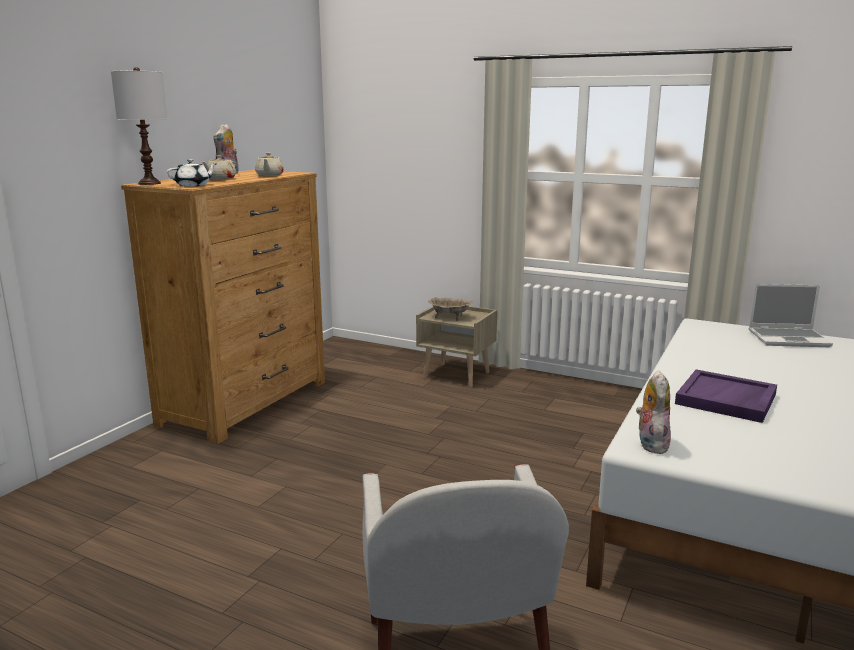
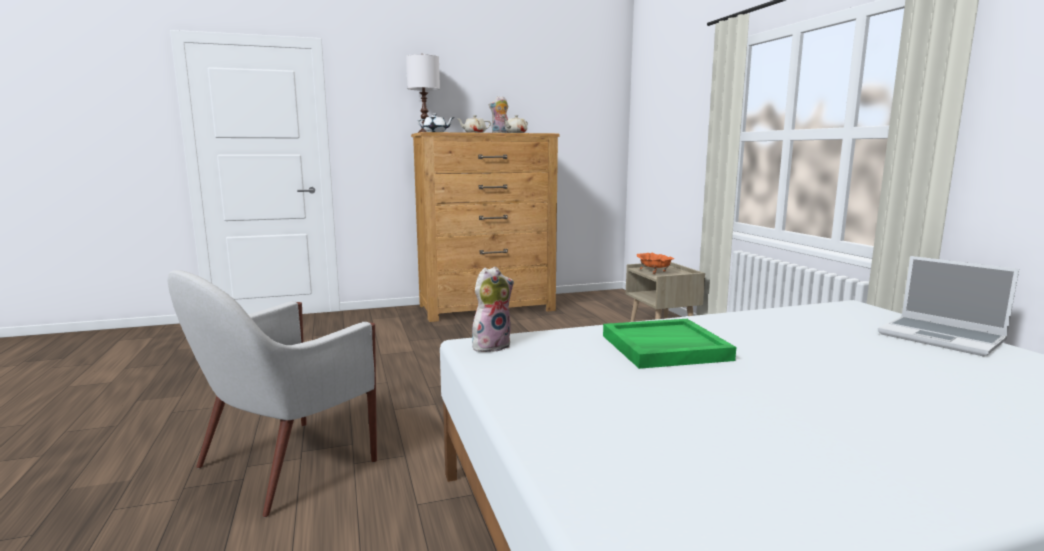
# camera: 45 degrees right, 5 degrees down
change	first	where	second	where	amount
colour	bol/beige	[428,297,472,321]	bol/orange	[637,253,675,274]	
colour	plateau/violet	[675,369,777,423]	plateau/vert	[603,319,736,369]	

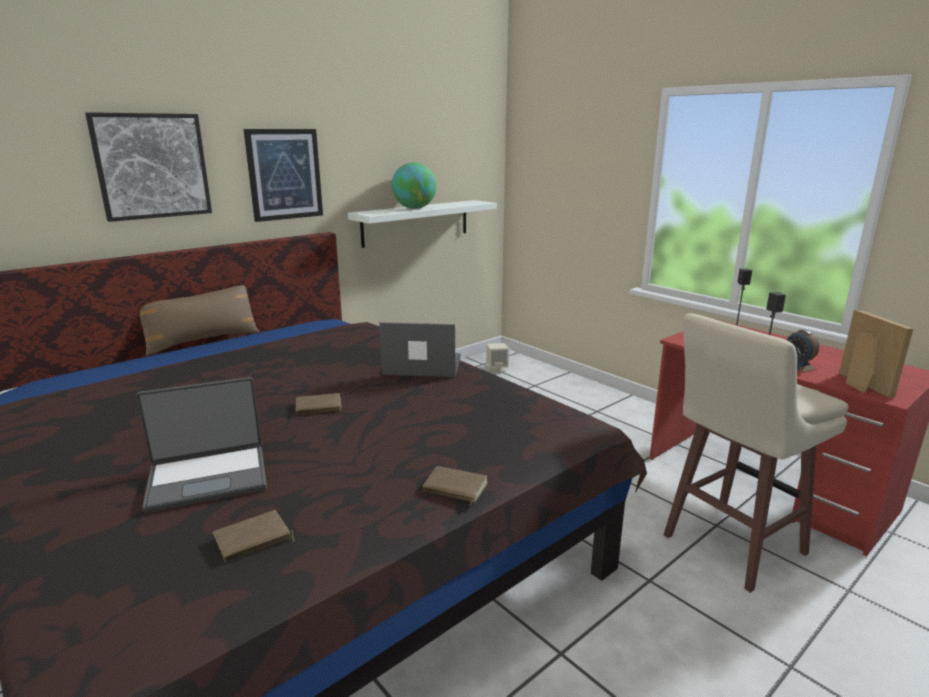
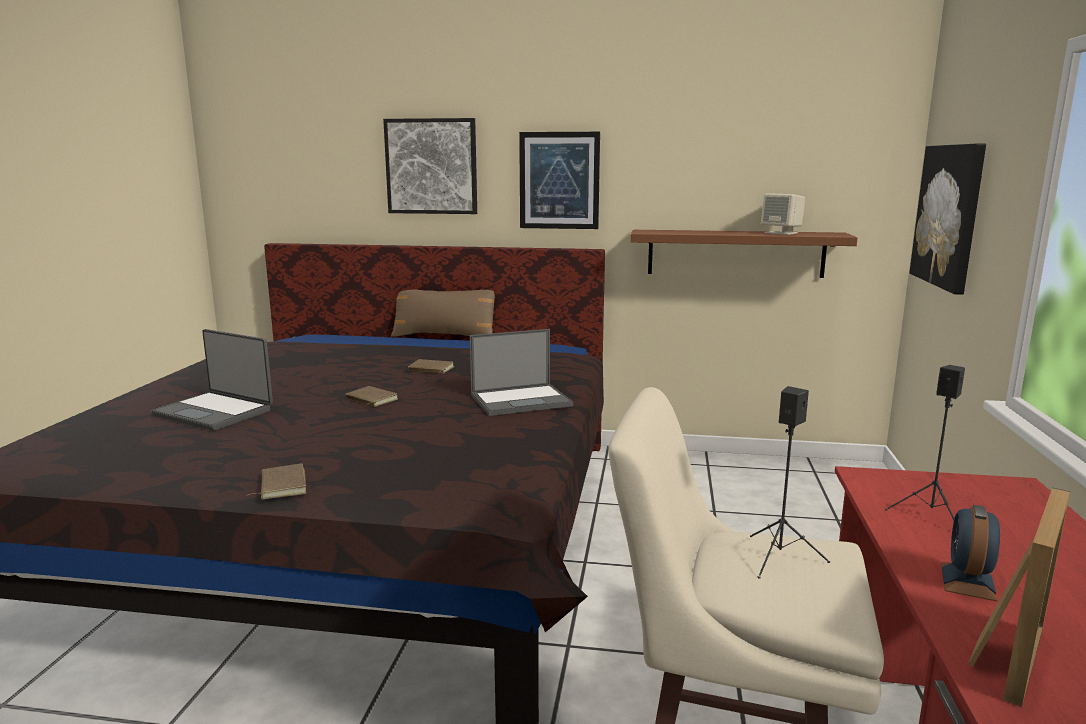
# camera: 50 degrees right, 5 degrees down
change	first	where	second	where	amount
missing	globe	[392,162,437,209]			
appeared			tableau	[909,144,986,295]	
relocated	livre/marron	[212,510,295,562]		[408,359,454,374]	
relocated	enceinte/beige	[486,343,509,372]		[761,193,805,235]	
colour	étagère/blanc	[348,200,497,248]	étagère/marron	[631,230,858,278]	
spun	ordinateur portable	[379,322,461,377]		[470,329,573,416]	105 degrees clockwise

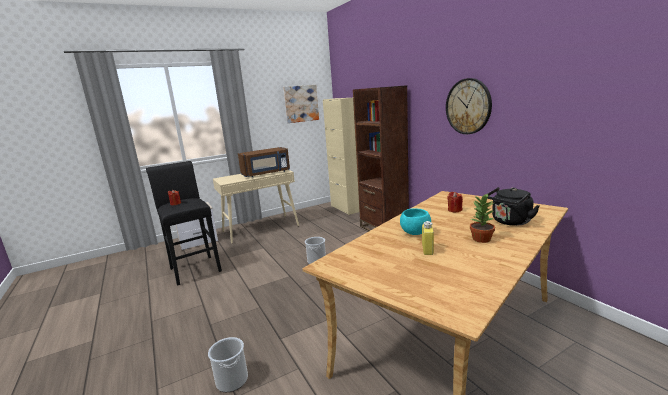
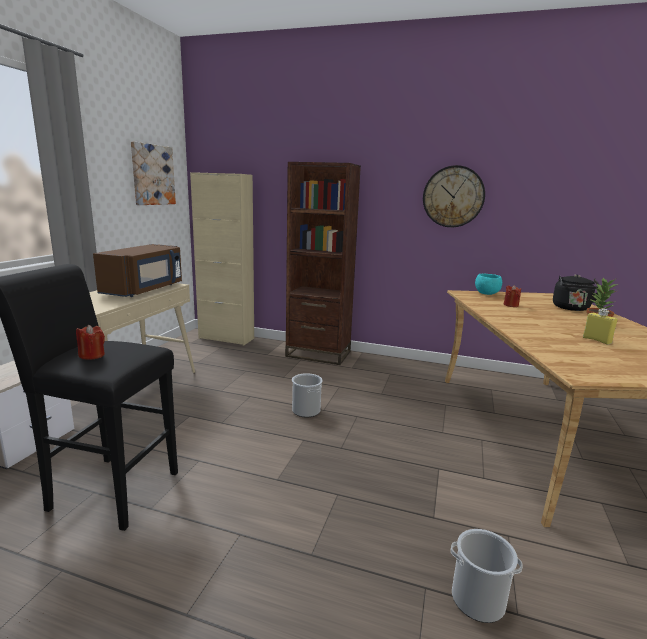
# camera: 45 degrees left, 0 degrees up
change	first	where	second	where	amount
relocated	bol/turquoise	[400,208,431,235]		[475,274,502,295]	

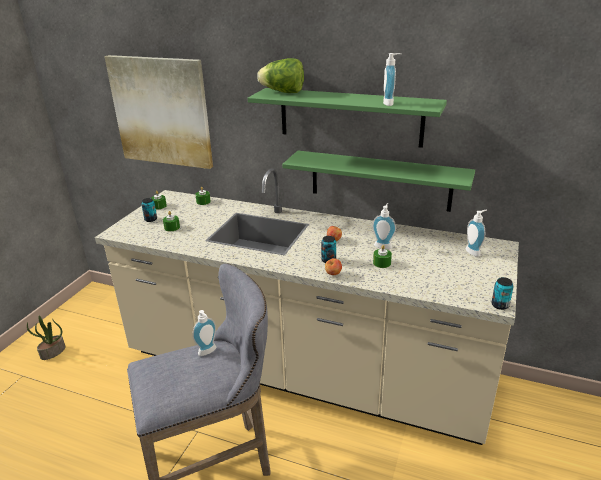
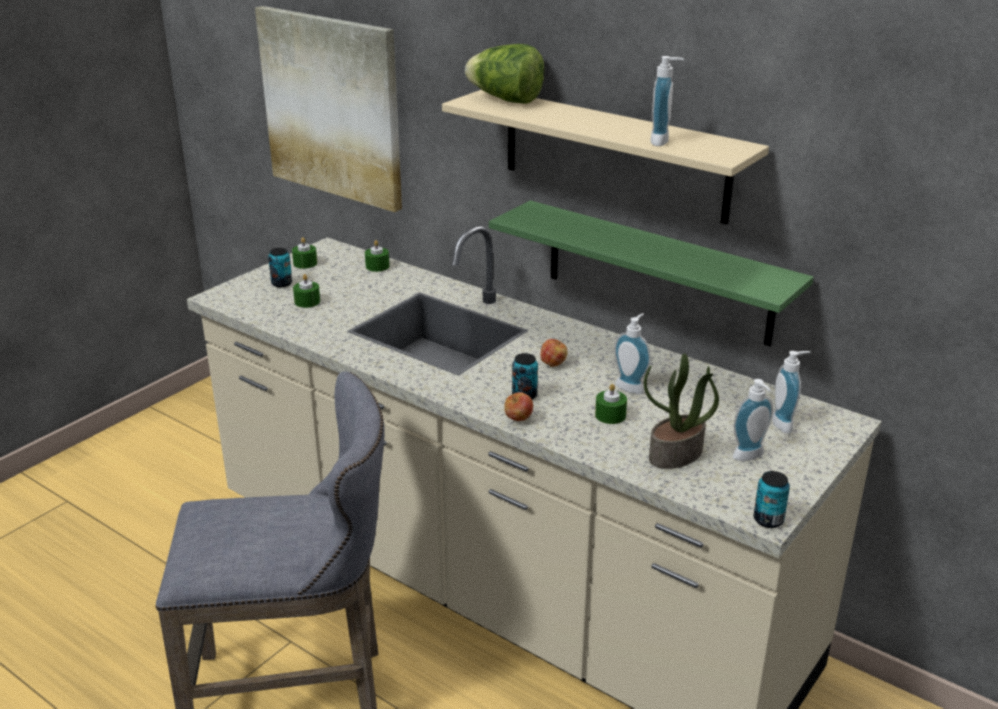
# camera: 15 degrees right, 0 degrees up
change	first	where	second	where	amount
relocated	plante en pot	[27,315,66,360]		[644,353,719,469]	
relocated	distributeur de savon	[193,310,216,356]		[733,379,773,461]	
colour	étagère/vert	[248,88,447,148]	étagère/beige	[442,90,769,225]	

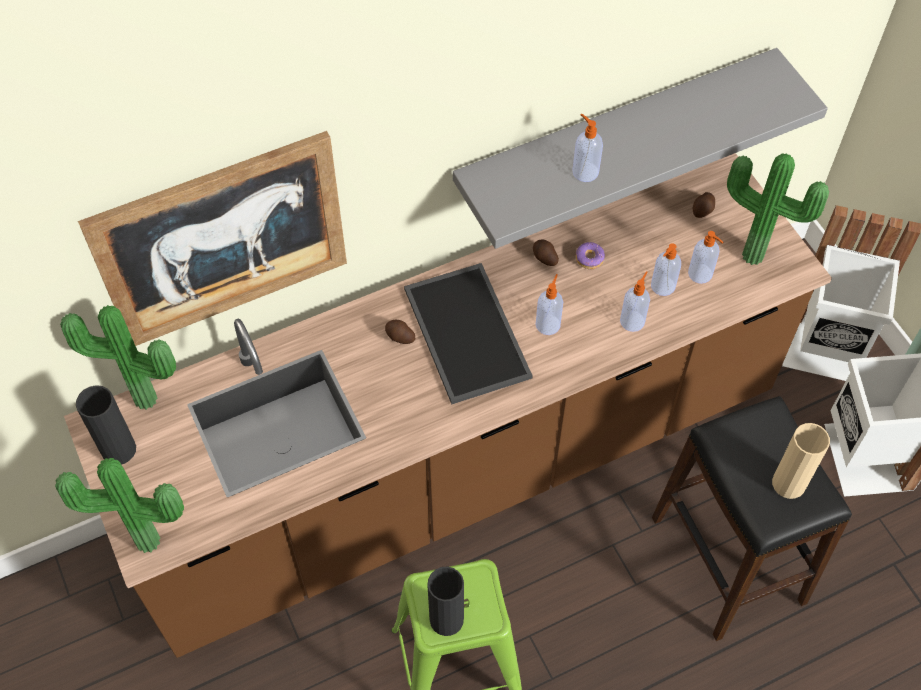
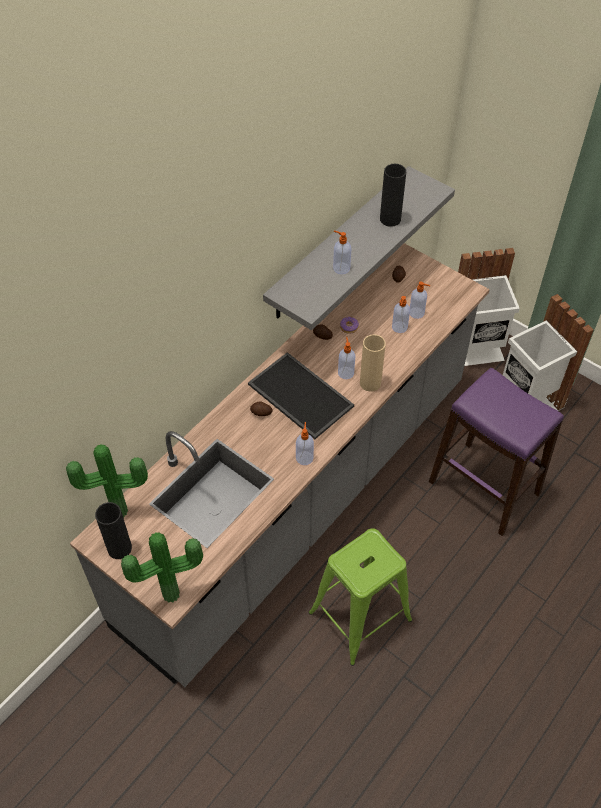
# camera: 25 degrees left, 5 degrees down
change	first	where	second	where	amount
missing	tableau	[78,131,347,346]			
missing	plante en pot	[727,153,829,265]			
relocated	vase/noir	[427,567,464,636]		[380,164,406,227]	
relocated	distributeur de savon	[620,271,650,332]		[296,422,314,465]	
relocated	vase/beige	[772,423,830,499]		[360,334,386,392]	
colour	comptoir de cuisine/marron	[64,153,832,658]	comptoir de cuisine/gris	[70,243,490,687]	
colour	tabouret/noir	[652,396,852,641]	tabouret/violet	[429,368,564,536]	

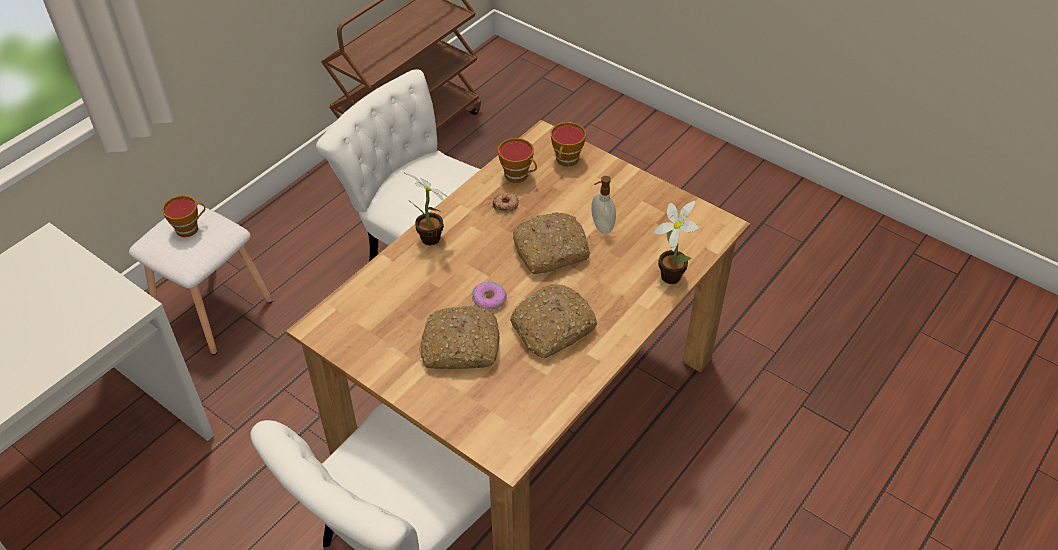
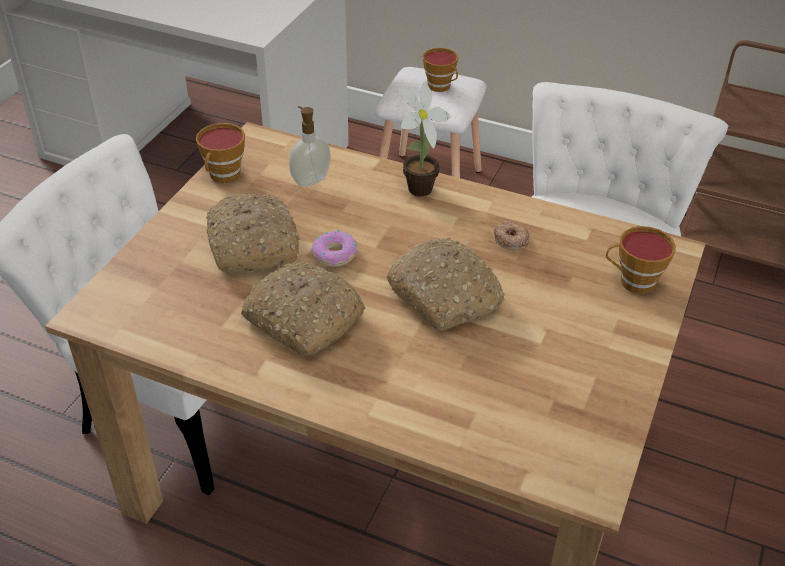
# camera: 75 degrees right, 5 degrees down
change	first	where	second	where	amount
missing	plante en pot	[654,201,699,284]			
relocated	tasse	[498,138,537,183]		[196,123,245,183]	
relocated	distributeur de savon	[591,176,616,234]		[289,106,331,187]	

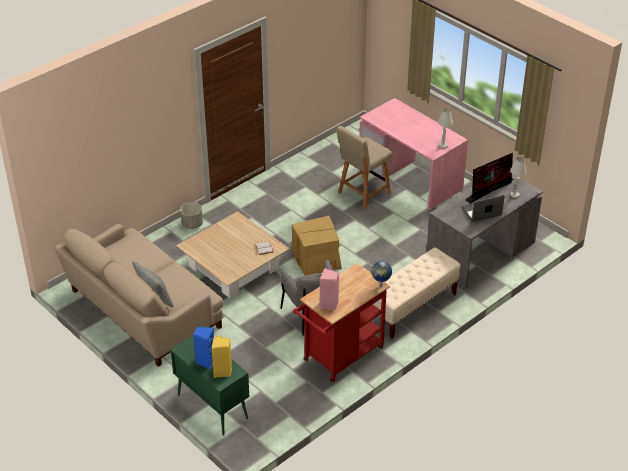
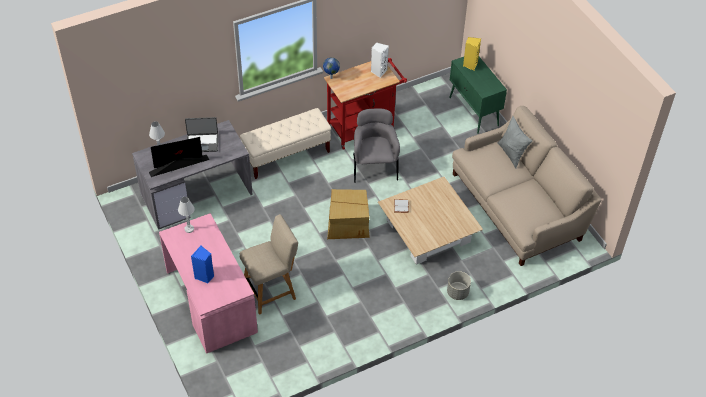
# camera: 165 degrees left, 10 degrees up
change	first	where	second	where	amount
relocated	enceinte/bleu	[193,327,214,369]		[191,245,214,283]	
colour	enceinte/rose	[320,268,339,310]	enceinte/blanc	[371,42,389,78]	

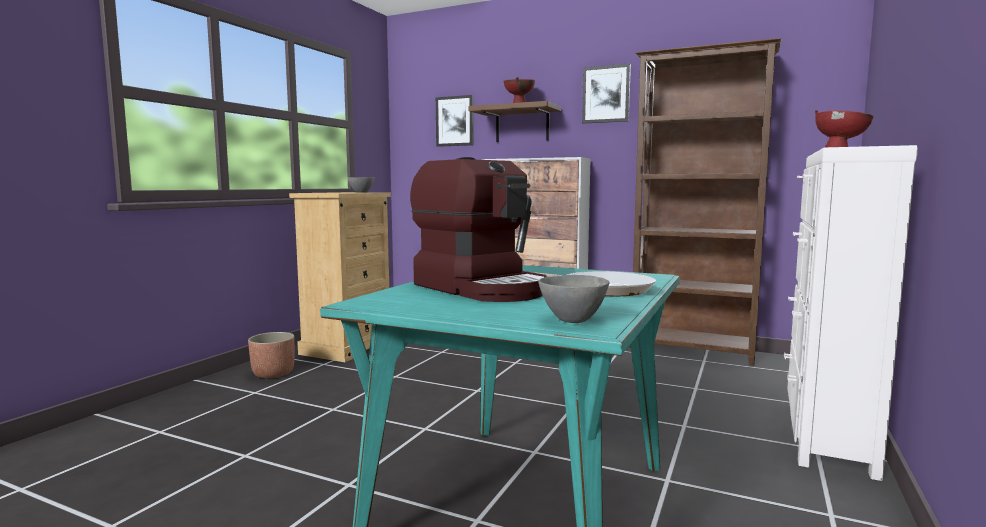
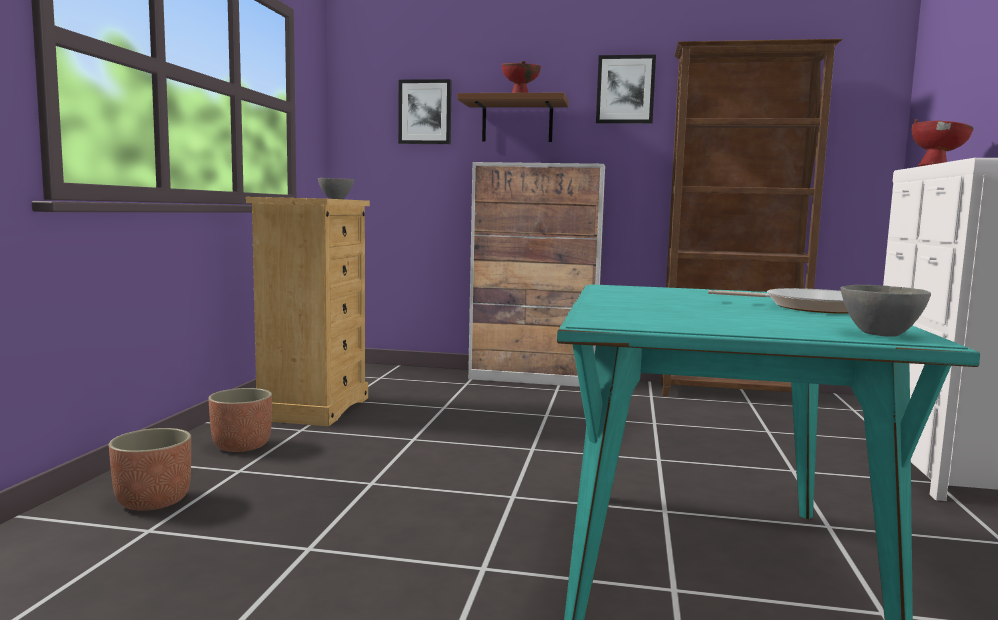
# camera: 15 degrees left, 0 degrees up
change	first	where	second	where	amount
missing	machine à café	[410,157,547,302]			
appeared			cache-pot	[109,428,191,511]	

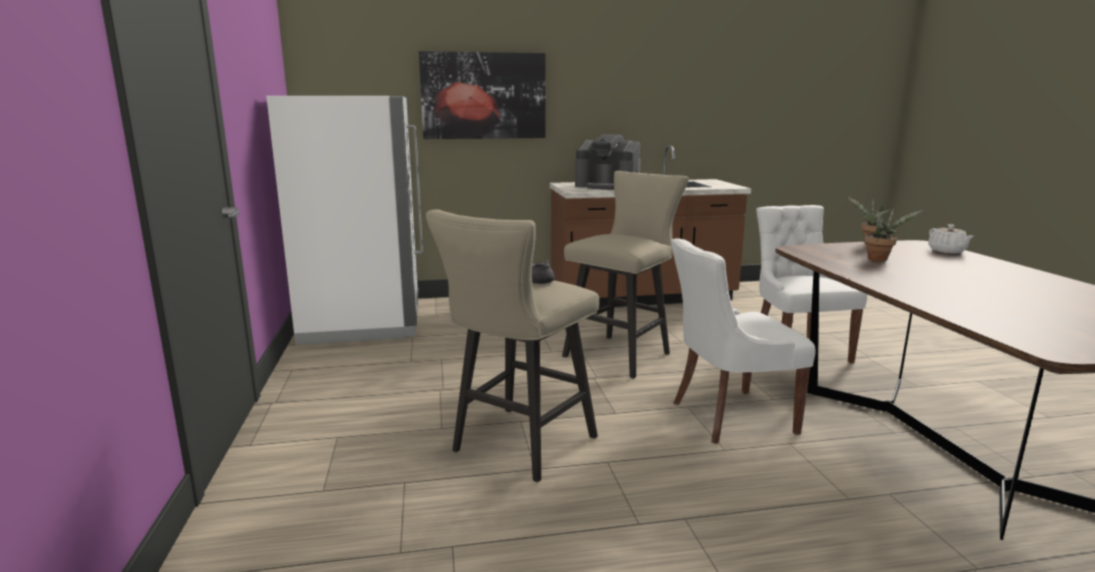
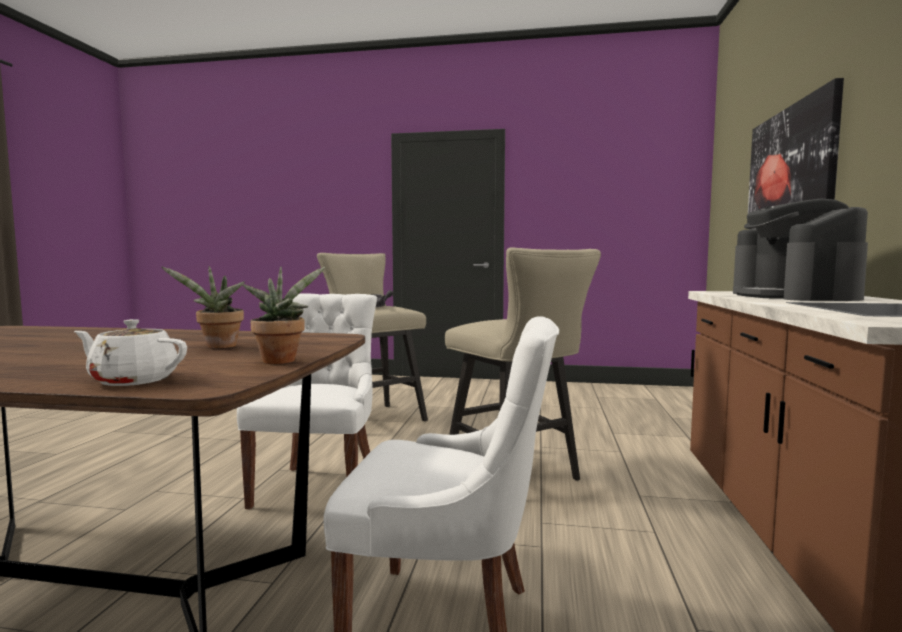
# camera: 110 degrees right, 10 degrees down
change	first	where	second	where	amount
missing	réfrigérateur/blanc	[266,96,423,345]			
spun	machine à café	[575,134,641,190]		[733,198,868,301]	45 degrees counterclockwise

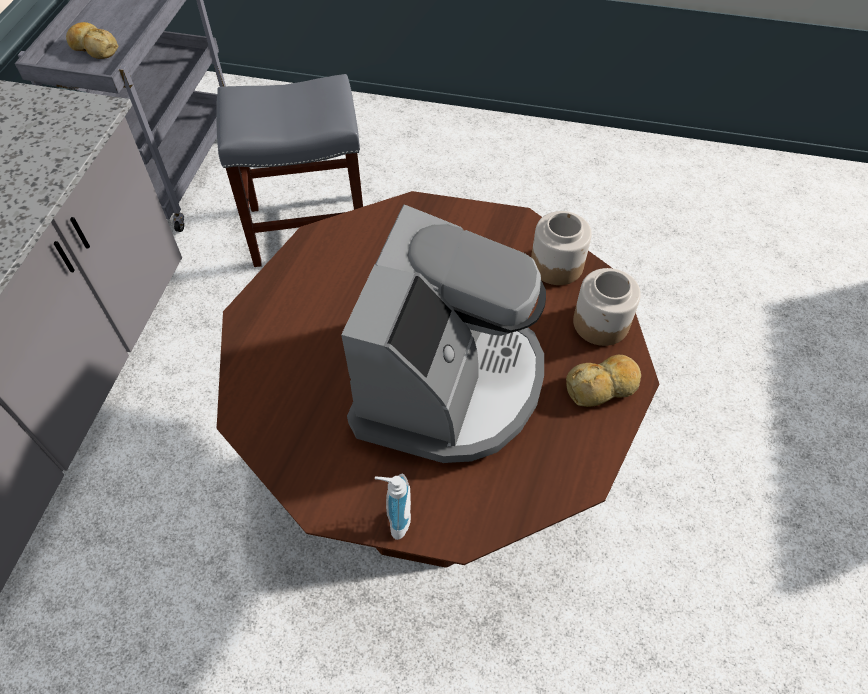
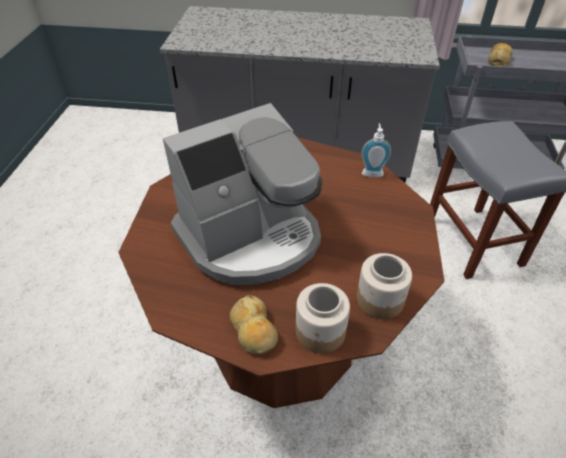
# camera: 85 degrees right, 10 degrees down
change	first	where	second	where	amount
relocated	distributeur de savon	[375,474,411,540]		[361,123,391,178]	
spun	machine à café	[341,204,546,463]		[163,103,322,285]	45 degrees counterclockwise

